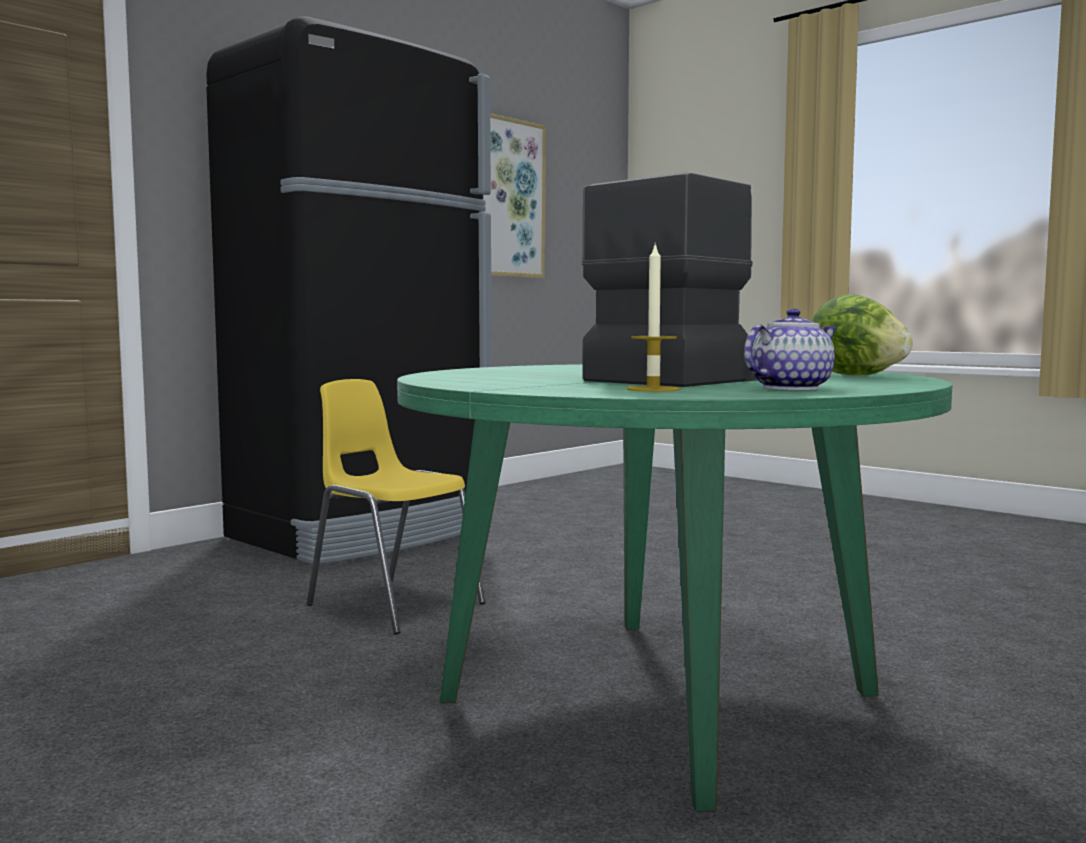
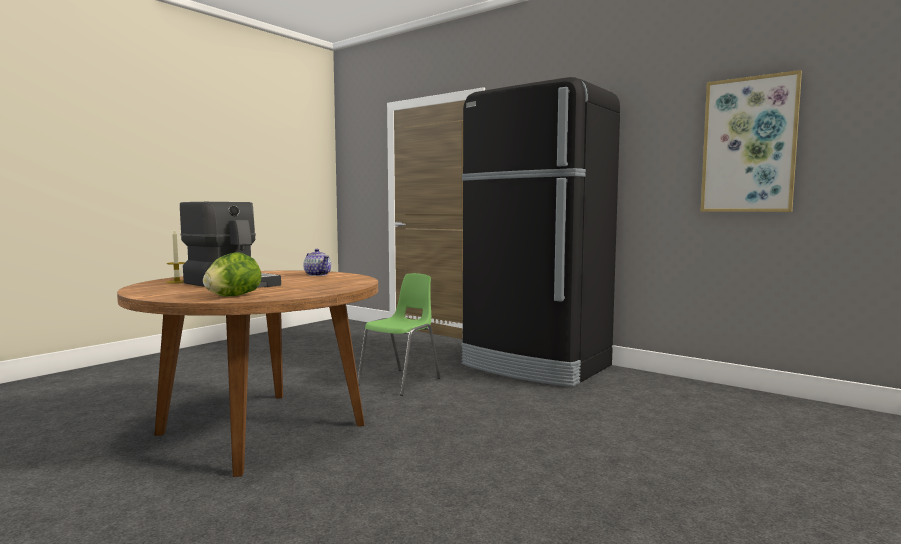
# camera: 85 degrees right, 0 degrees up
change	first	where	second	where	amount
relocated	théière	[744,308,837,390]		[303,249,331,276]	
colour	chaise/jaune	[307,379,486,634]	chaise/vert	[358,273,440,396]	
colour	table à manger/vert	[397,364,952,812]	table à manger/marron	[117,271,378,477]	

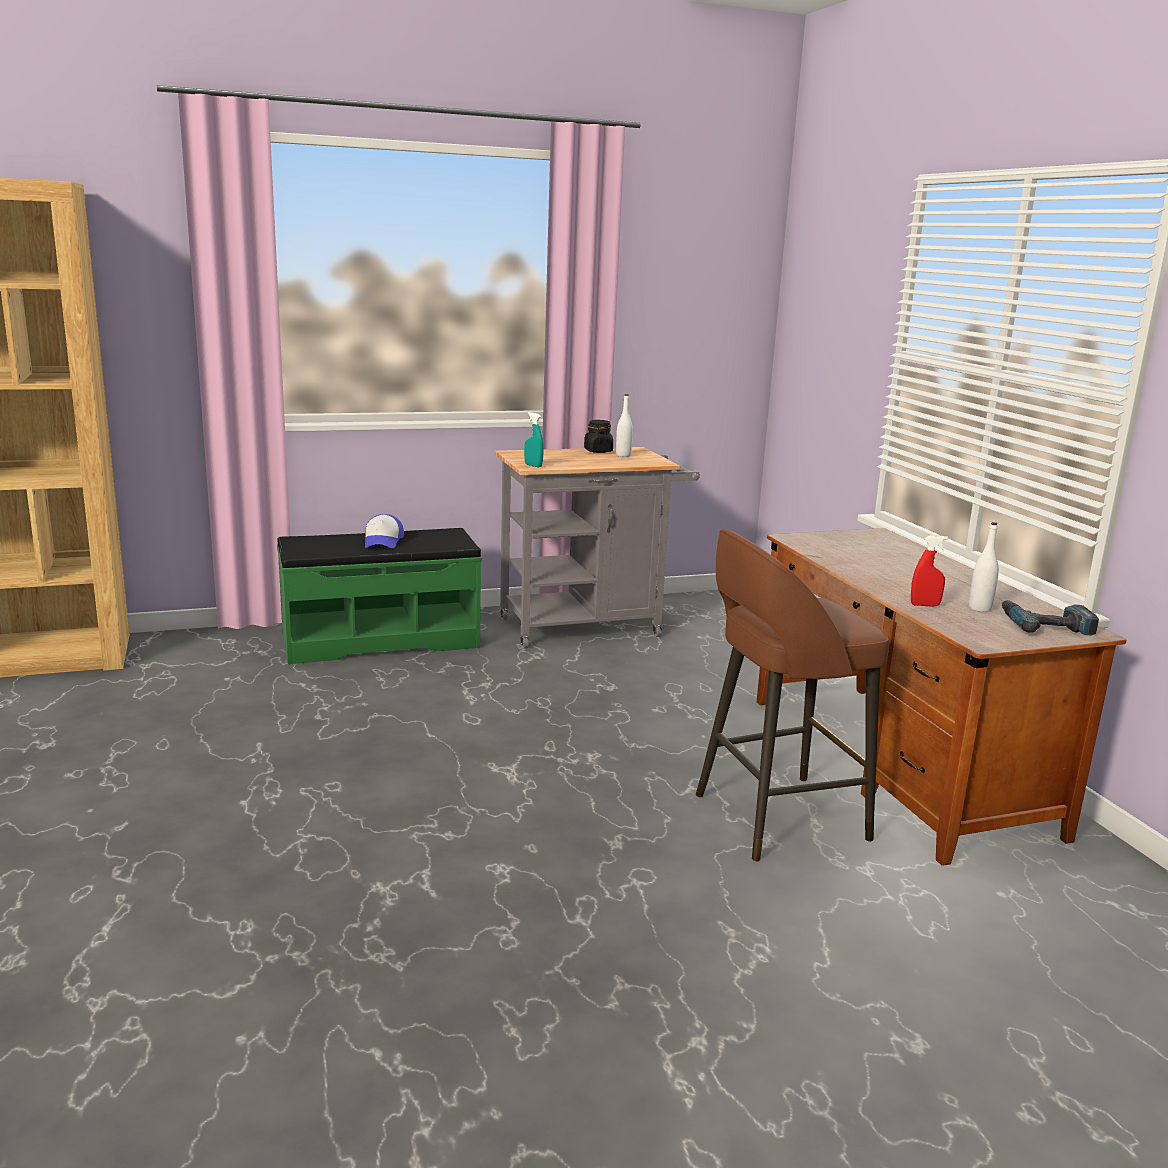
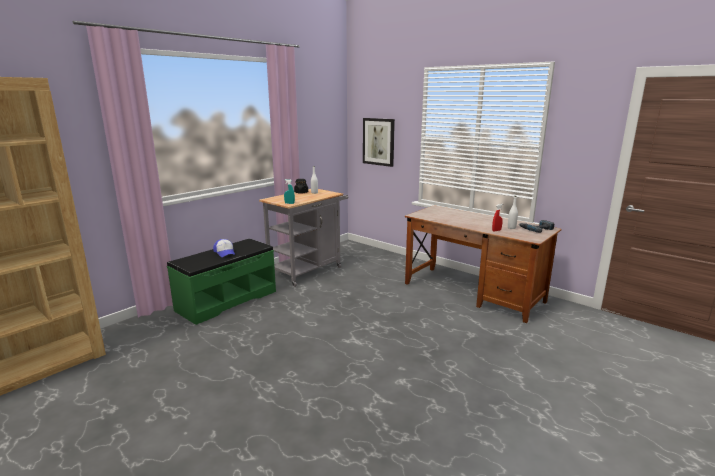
# camera: 30 degrees left, 0 degrees up
change	first	where	second	where	amount
missing	tabouret/marron	[696,529,889,862]			
appeared			tableau	[363,118,395,167]	

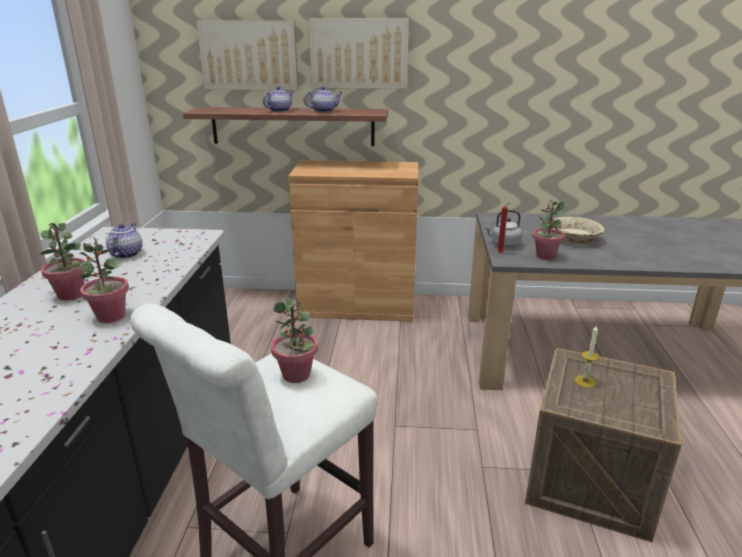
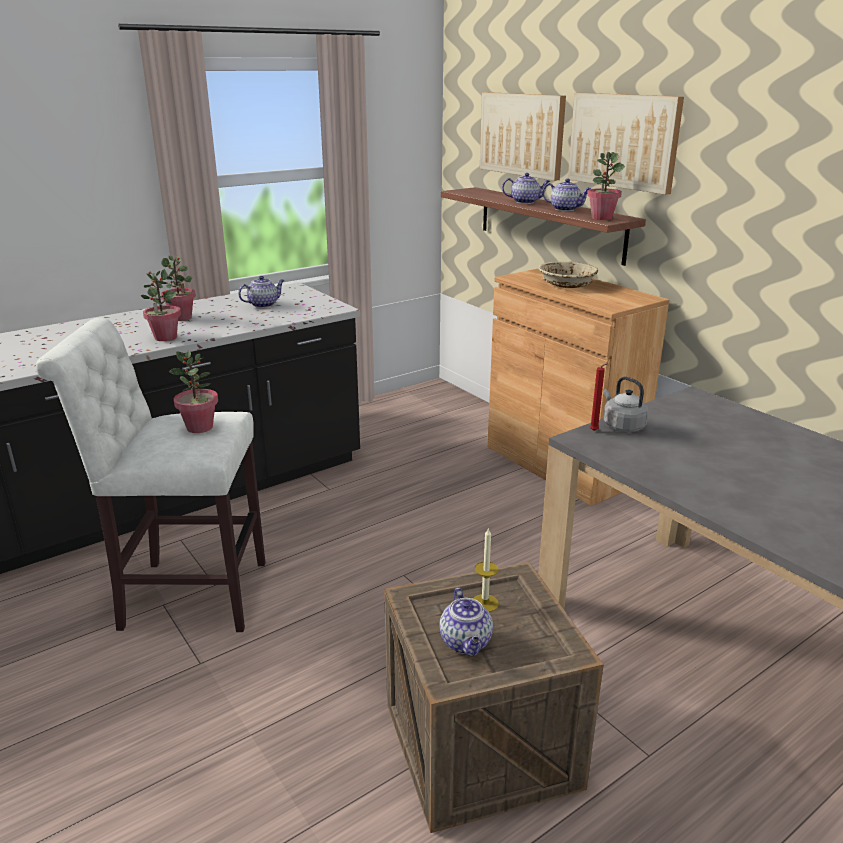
# camera: 50 degrees right, 0 degrees up
change	first	where	second	where	amount
appeared			théière	[440,588,493,656]	
relocated	plante en pot	[533,200,565,260]		[587,152,625,220]	
relocated	bol/beige	[548,217,604,243]		[539,262,598,288]	

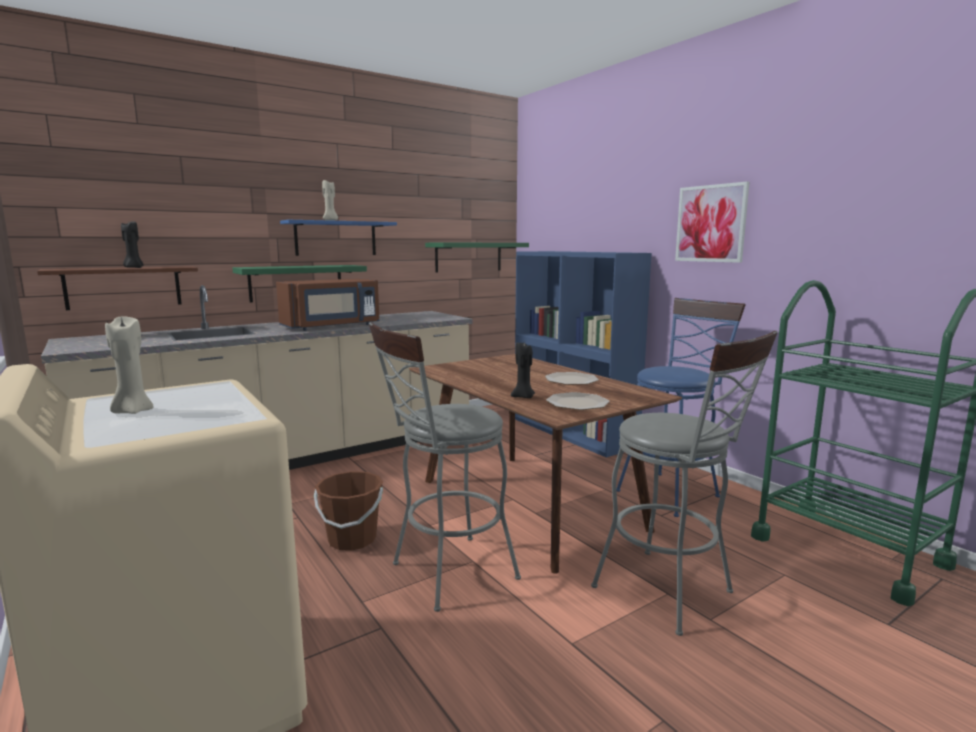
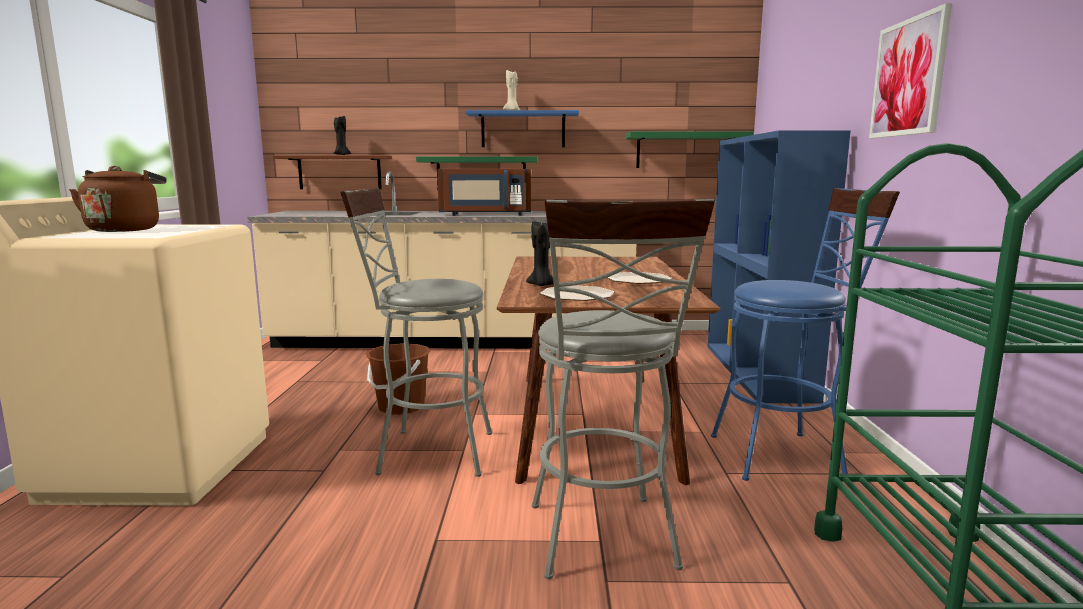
# camera: 35 degrees right, 0 degrees up
change	first	where	second	where	amount
exchanged	bougie/beige	[105,317,154,414]	bouilloire/marron	[69,166,167,232]	

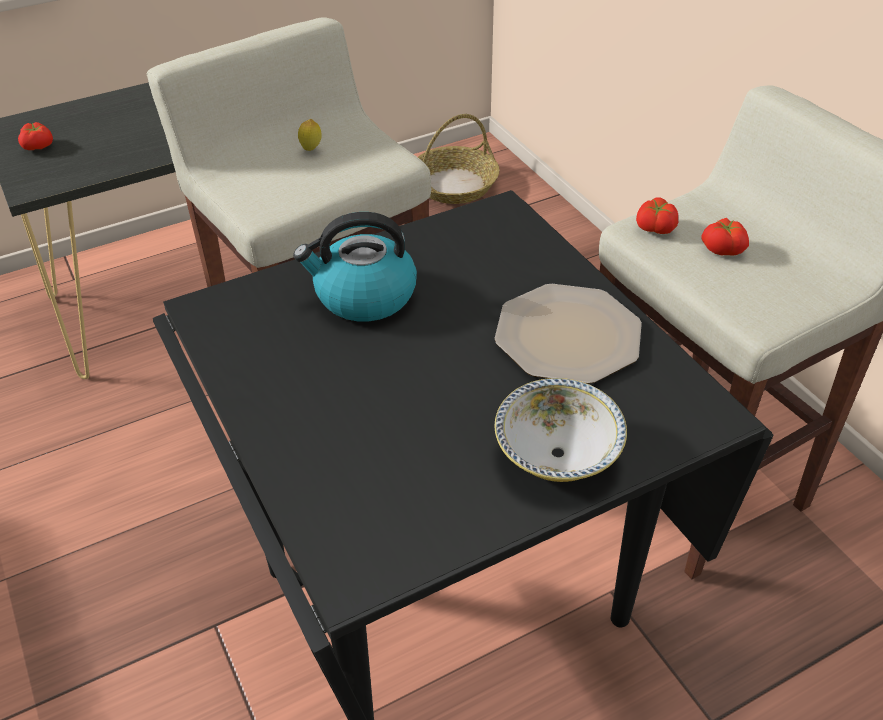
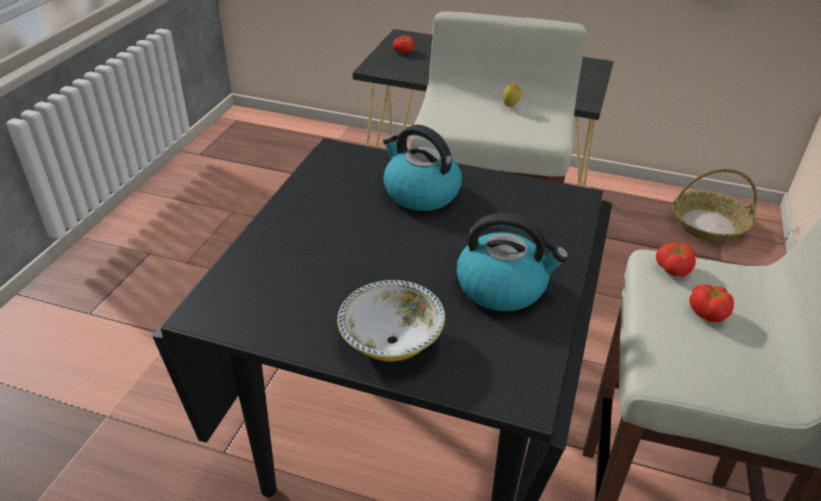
# camera: 45 degrees right, 5 degrees down
change	first	where	second	where	amount
exchanged	assiette	[495,284,642,384]	bouilloire	[457,213,569,311]	

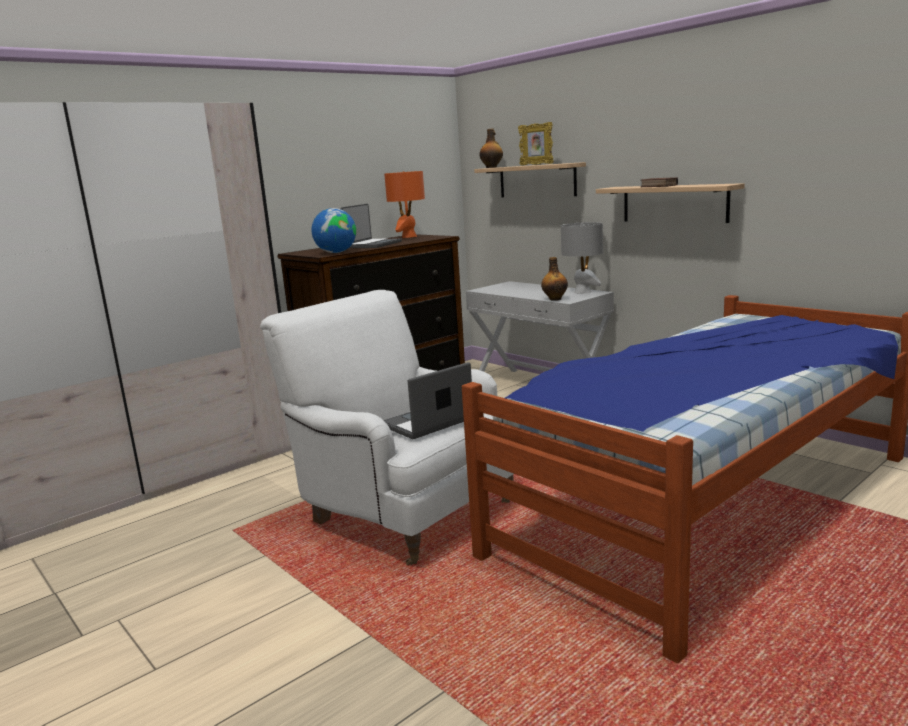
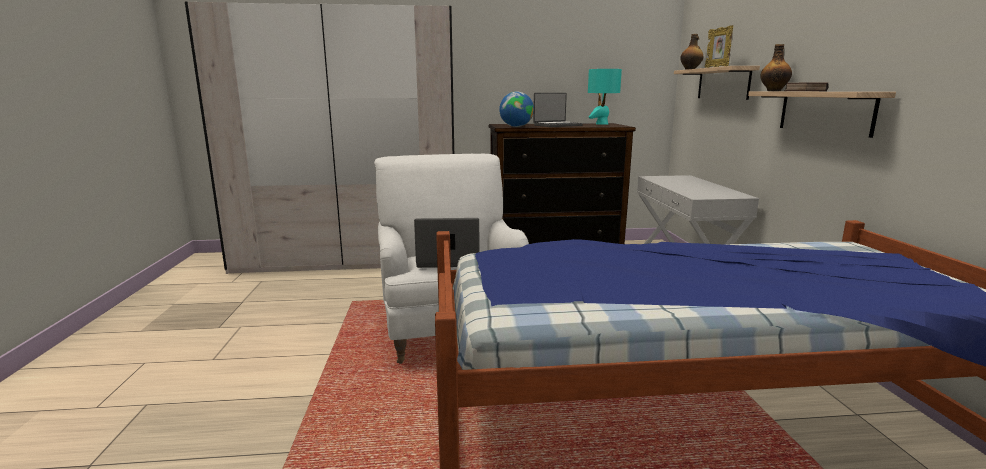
# camera: 35 degrees right, 0 degrees up
change	first	where	second	where	amount
missing	lampe de table/gris	[561,222,603,294]			
relocated	bouteille	[541,257,568,301]		[760,44,792,91]	
colour	lampe de table/orange	[384,171,425,238]	lampe de table/turquoise	[588,69,622,125]	

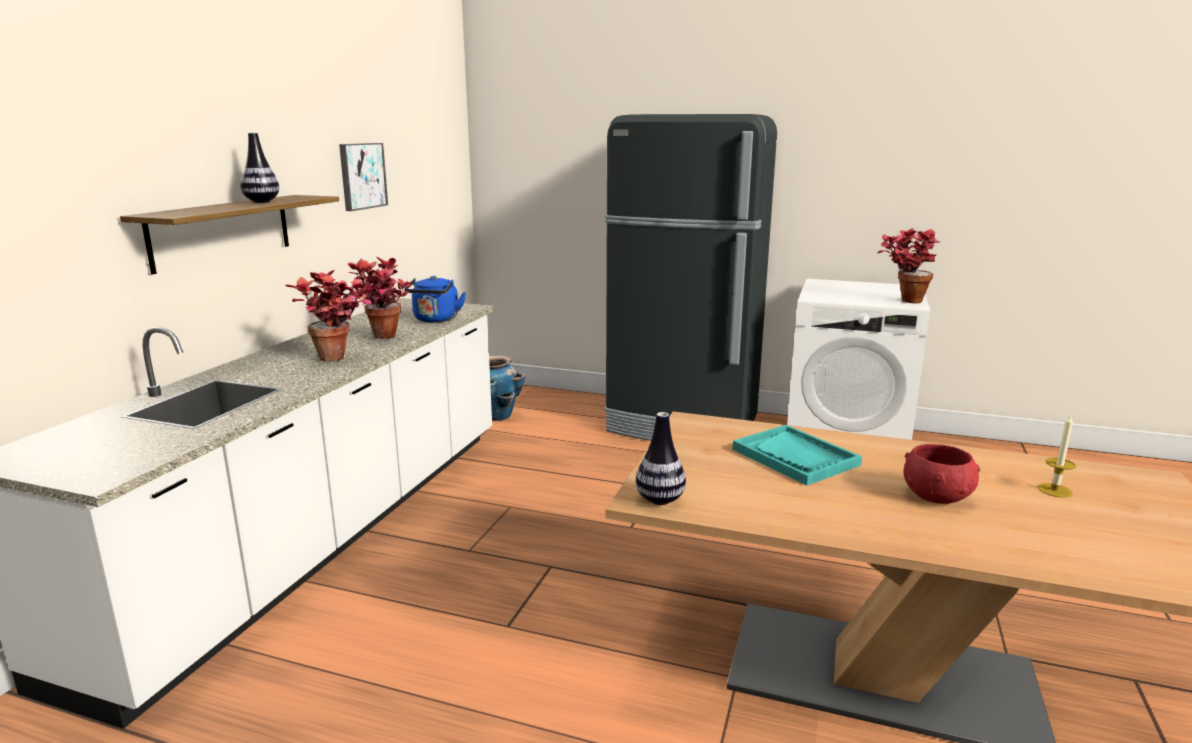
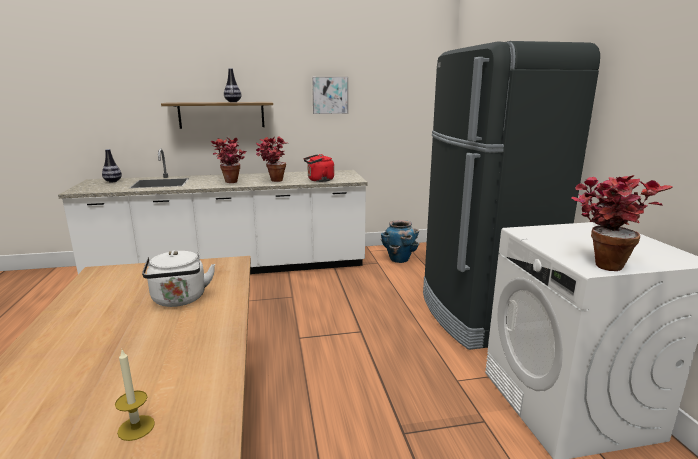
# camera: 60 degrees right, 0 degrees up
change	first	where	second	where	amount
missing	bol/rouge	[904,444,980,504]			
relocated	vase	[636,412,686,505]		[102,149,122,182]	
exchanged	plateau/turquoise	[733,425,862,486]	bouilloire/blanc	[142,250,215,307]	
colour	bouilloire/bleu	[404,276,466,322]	bouilloire/rouge	[304,154,334,182]	

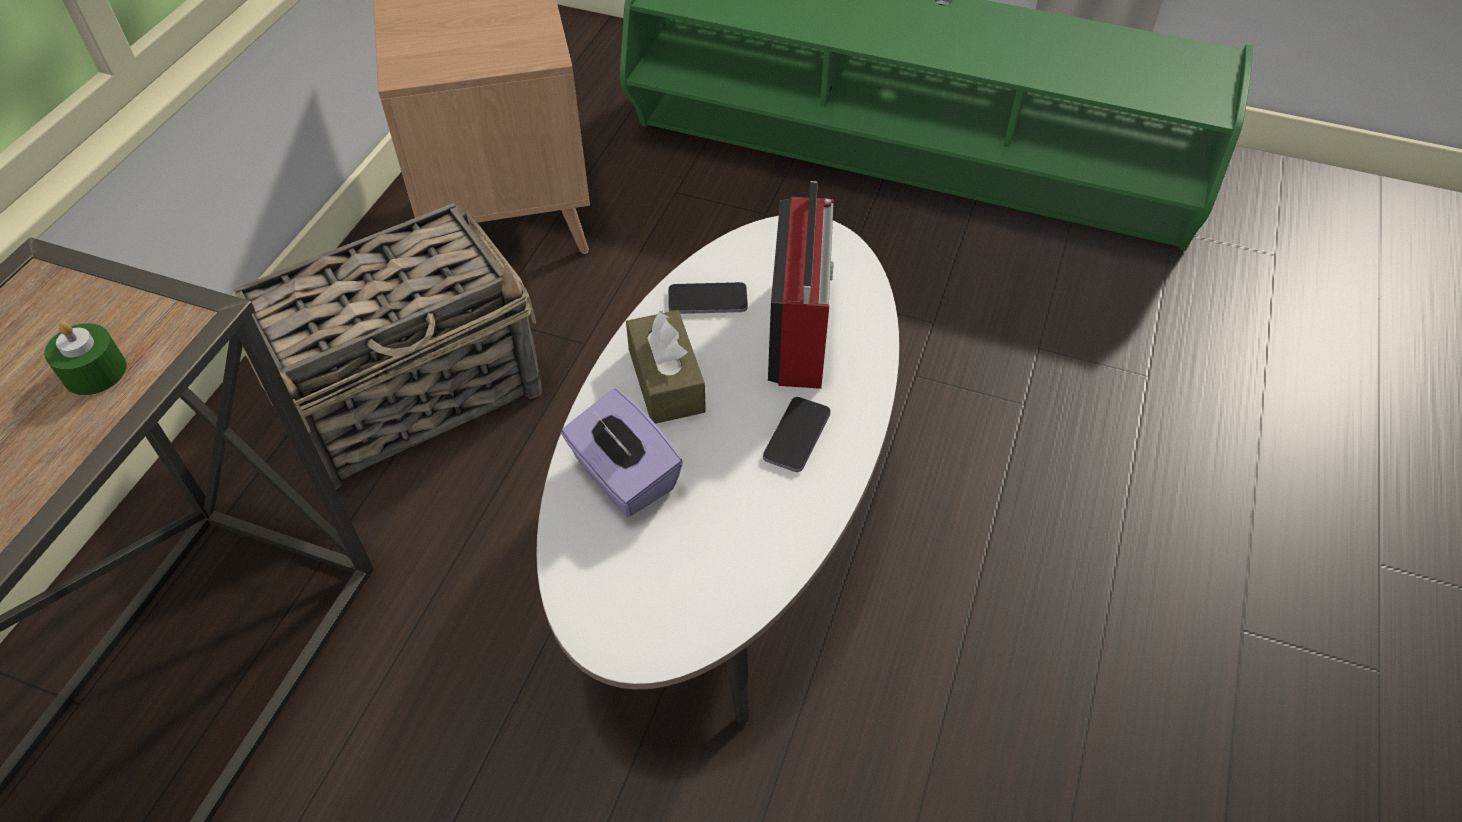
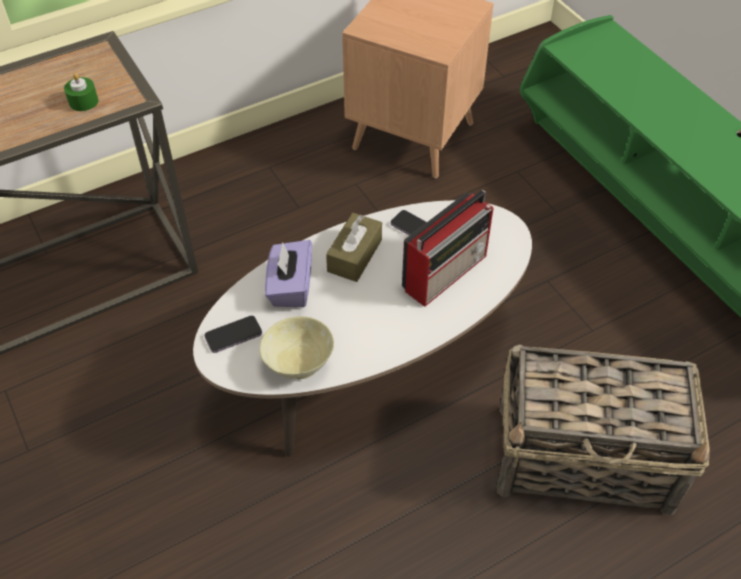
# camera: 40 degrees right, 0 degrees up
change	first	where	second	where	amount
appeared			bol/beige	[260,316,334,379]	
relocated	panier	[231,203,542,490]		[496,345,710,516]	
relocated	téléphone	[763,397,831,472]		[204,316,262,353]	

